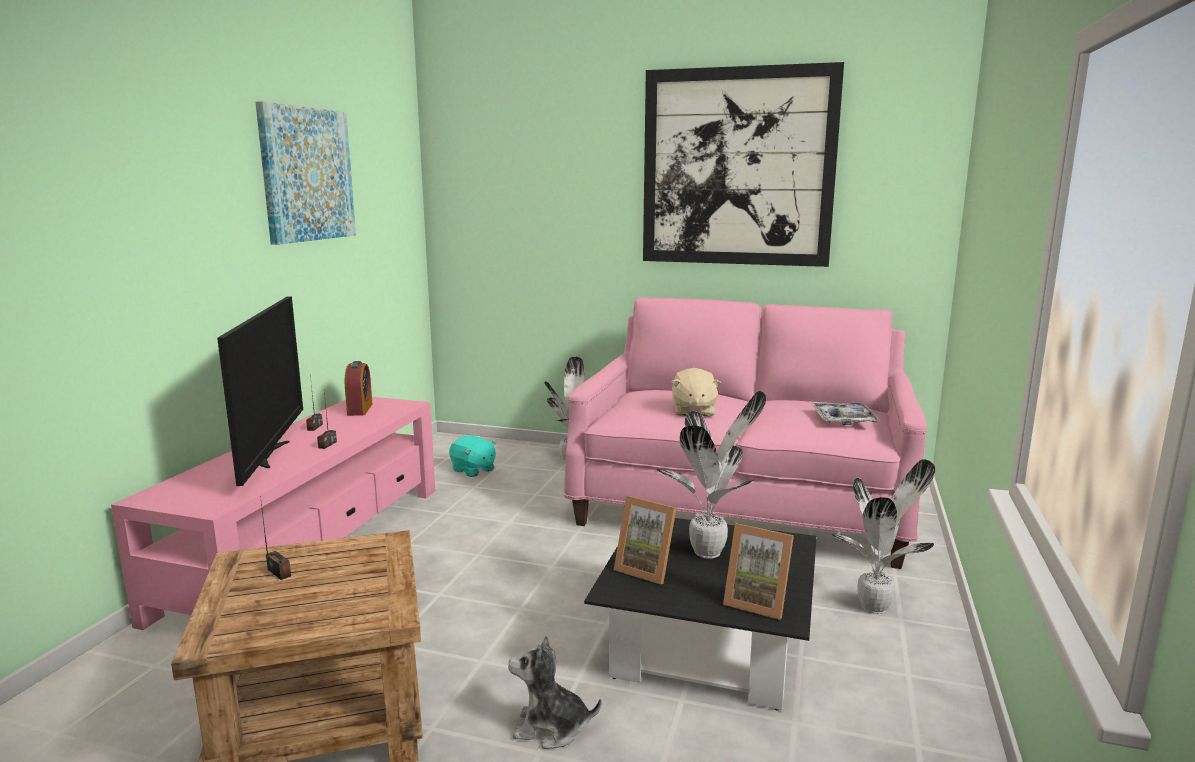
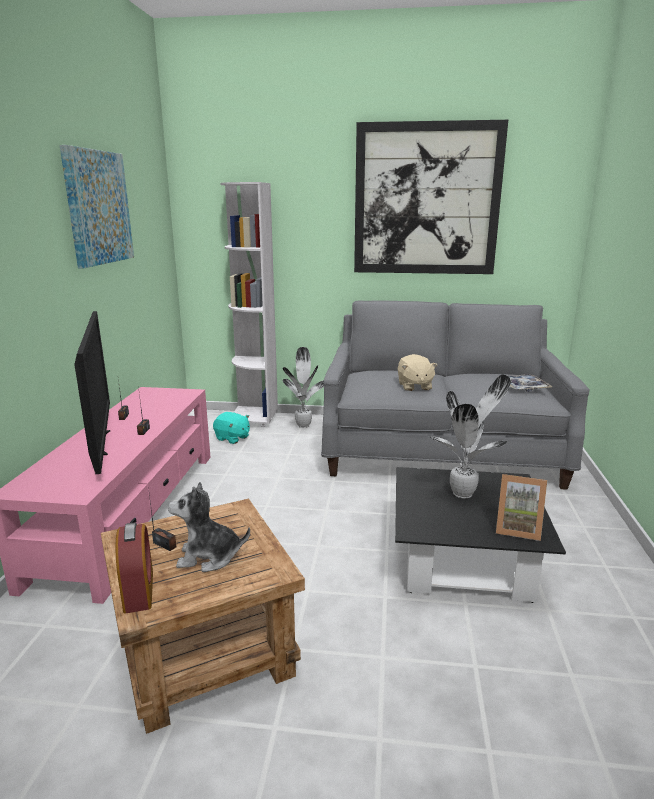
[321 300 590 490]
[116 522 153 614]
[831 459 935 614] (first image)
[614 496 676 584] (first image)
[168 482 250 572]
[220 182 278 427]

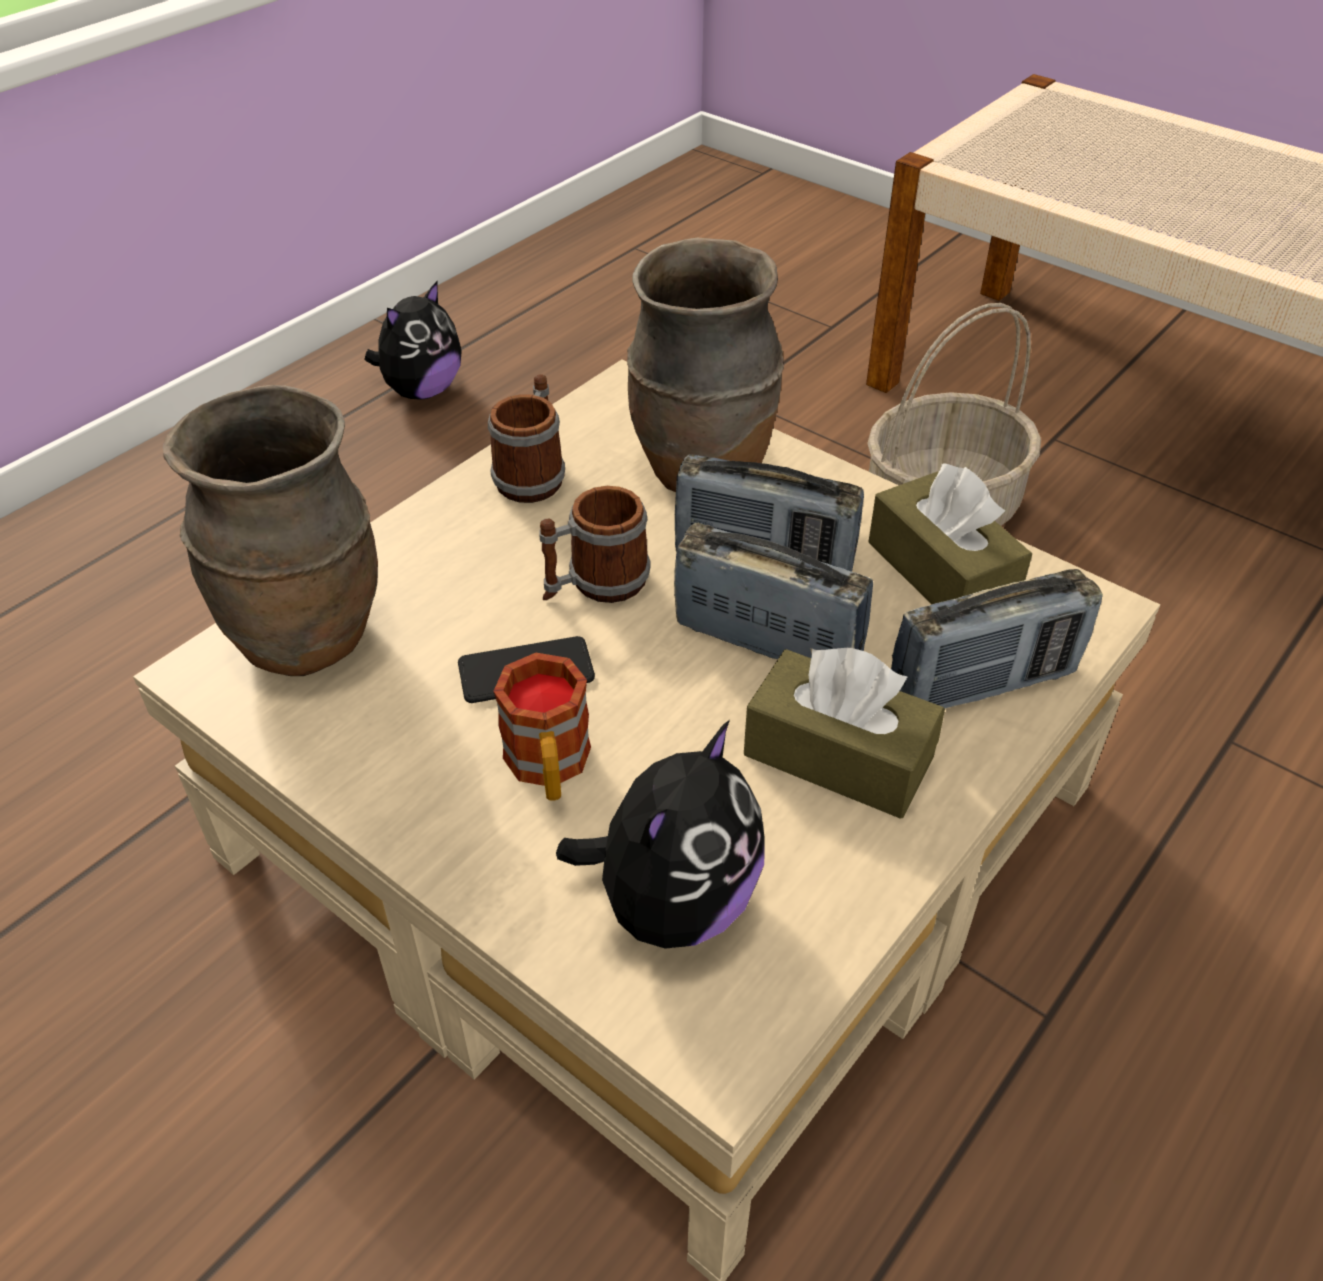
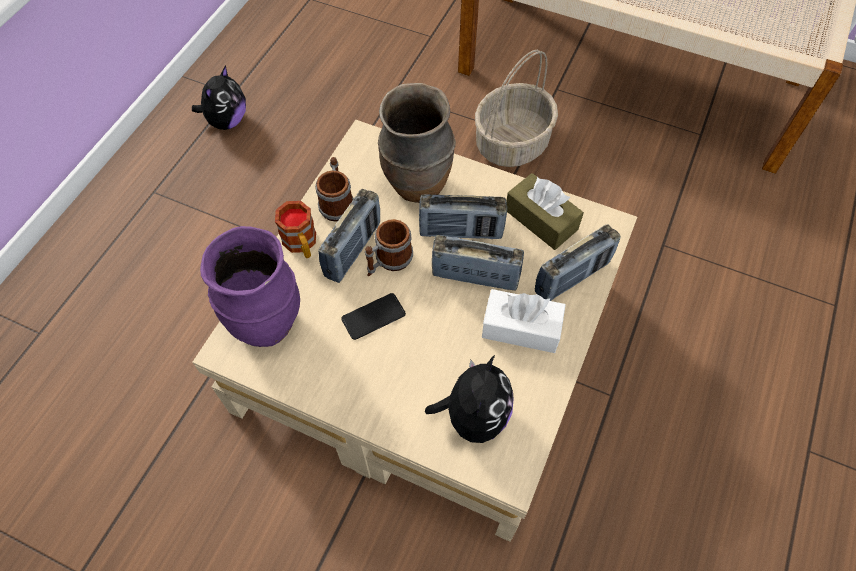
[200 226 300 347]
[482 289 566 353]
[275 201 316 258]
[318 189 380 283]

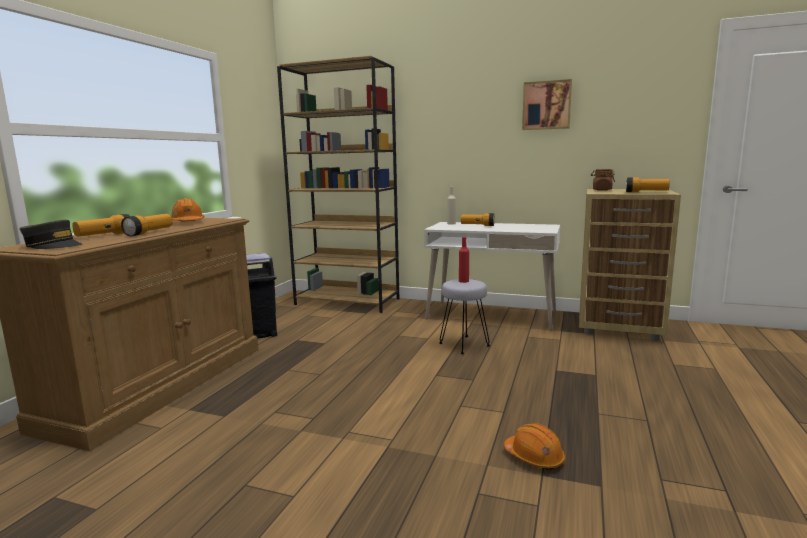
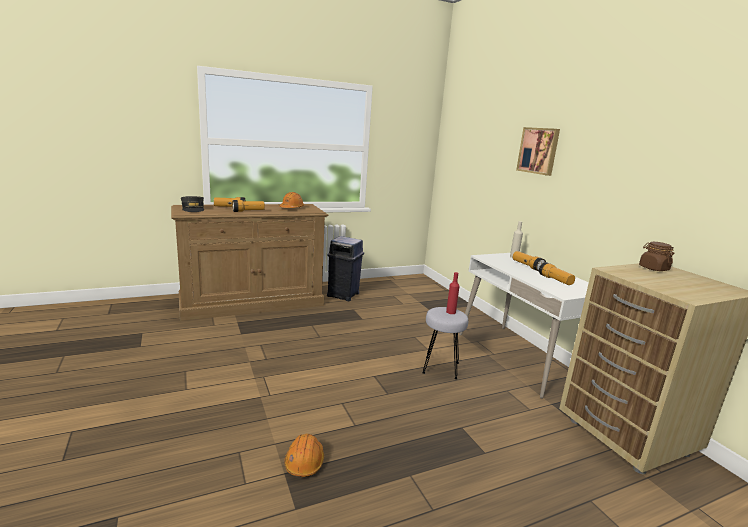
[277 56 399 313] (first image)
[516 127 560 176]
[539 262 575 285]

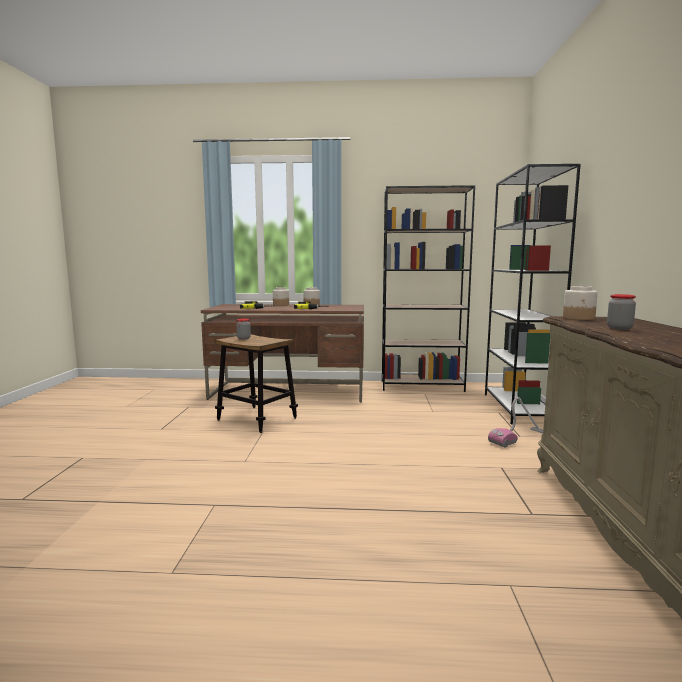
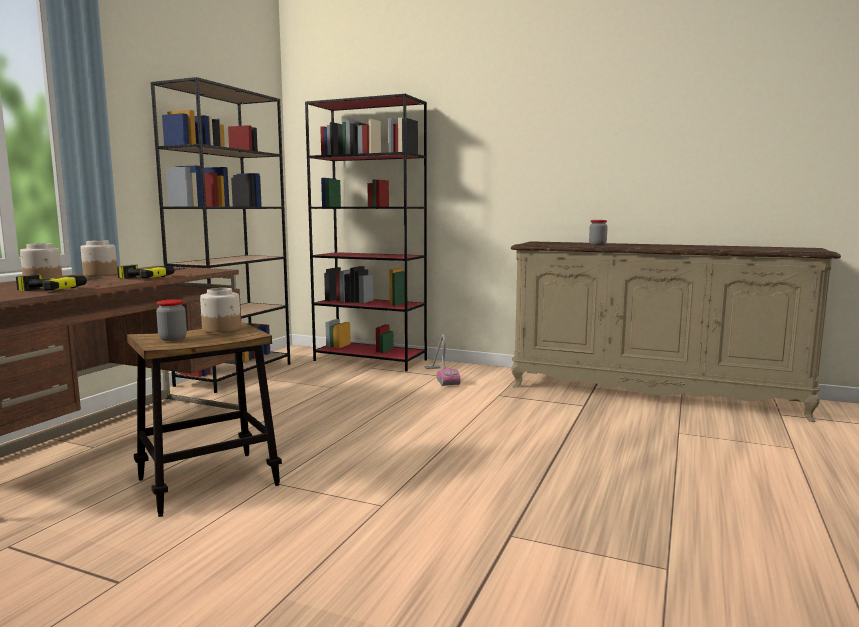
[305 94 427 371]
[200 288 241 333]

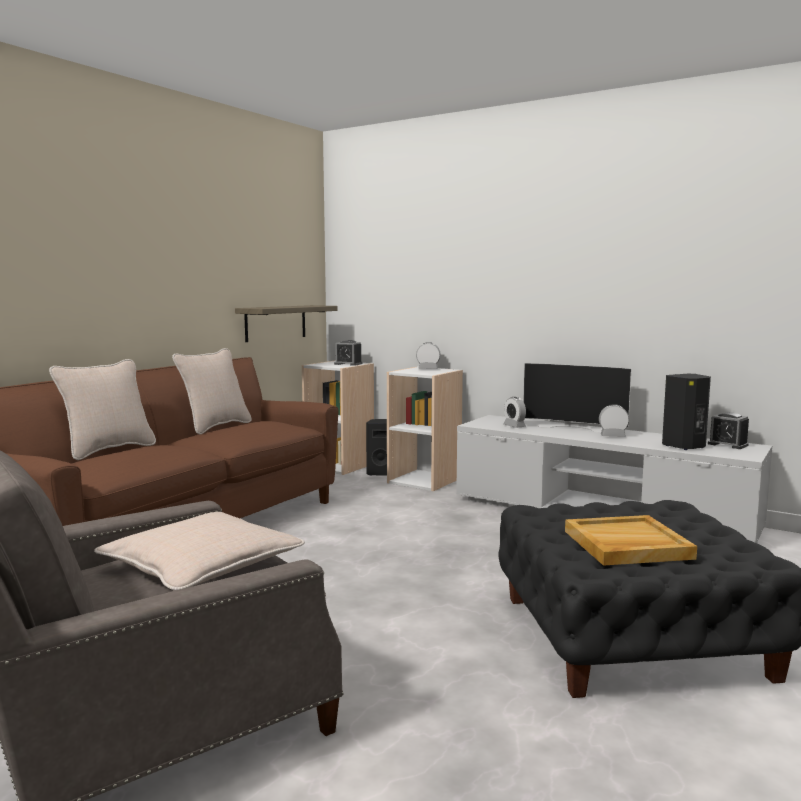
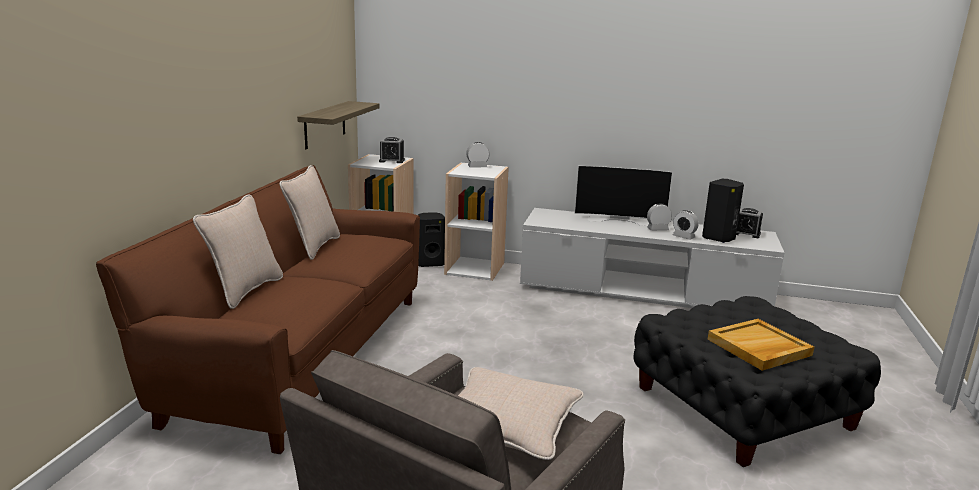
[673 210 699 240]

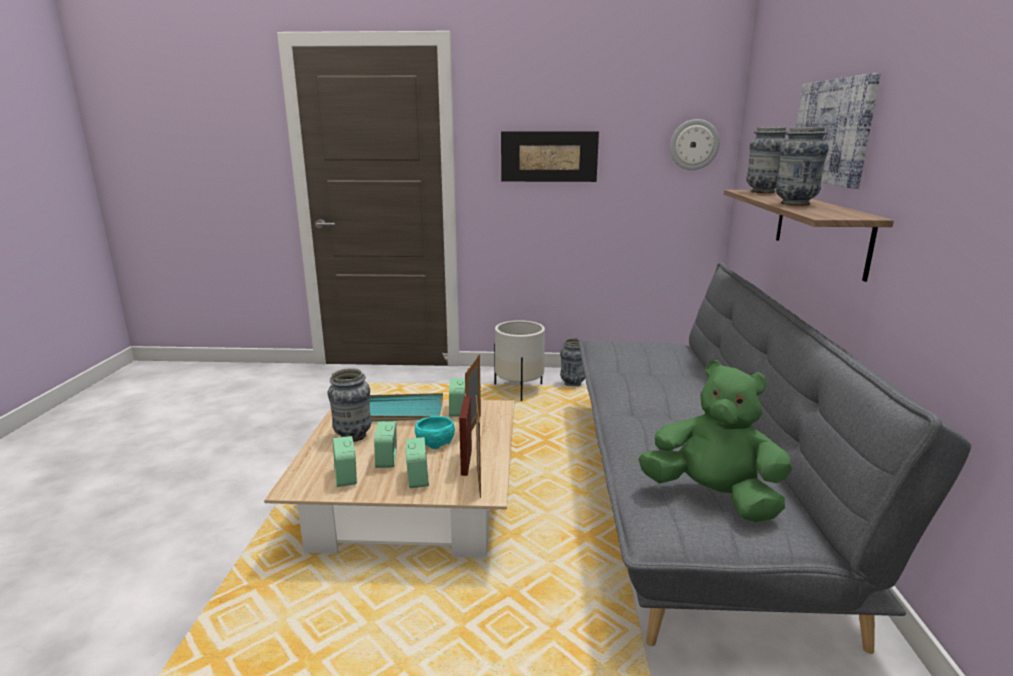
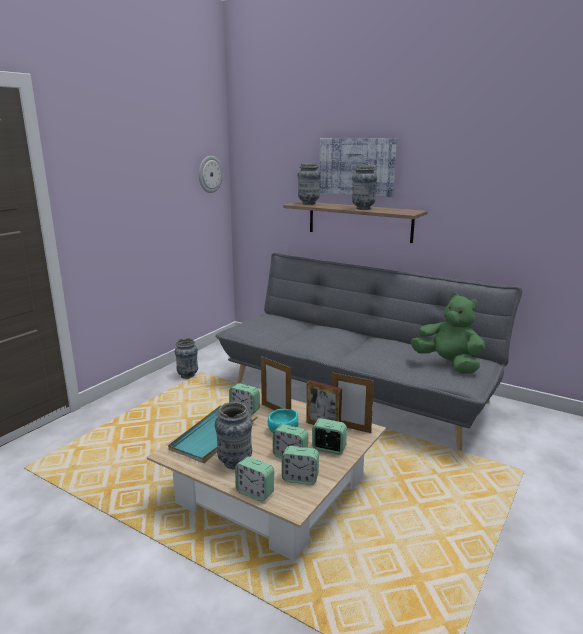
[501 131 599 182] (first image)
[494 320 545 401] (first image)
[411 293 485 374]
[235 457 274 501]

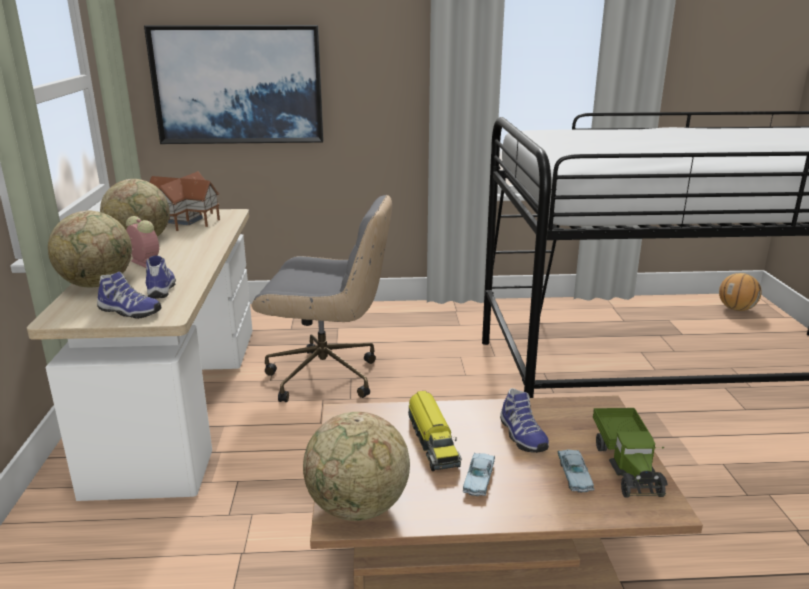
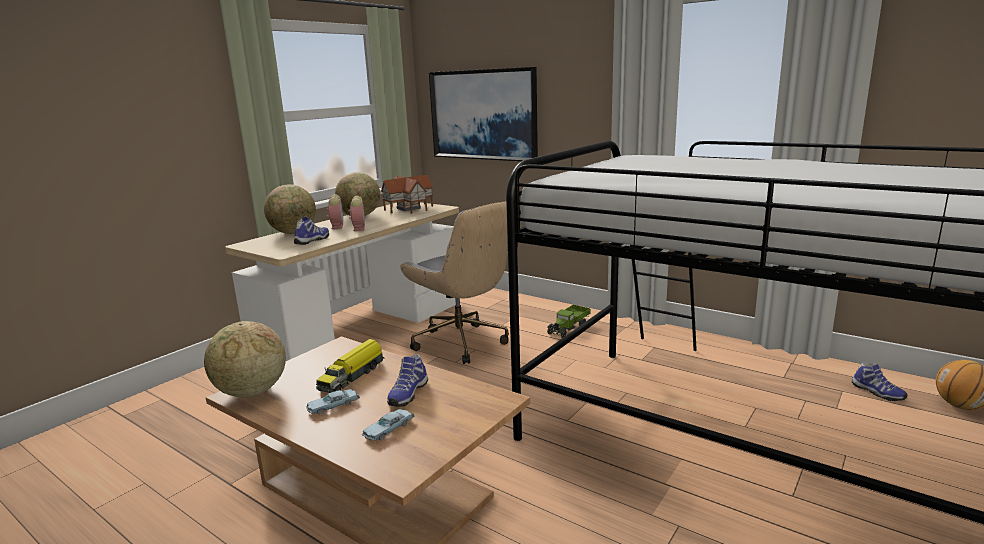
[852 363 907 401]
[547 305 590 338]
[348 196 365 231]

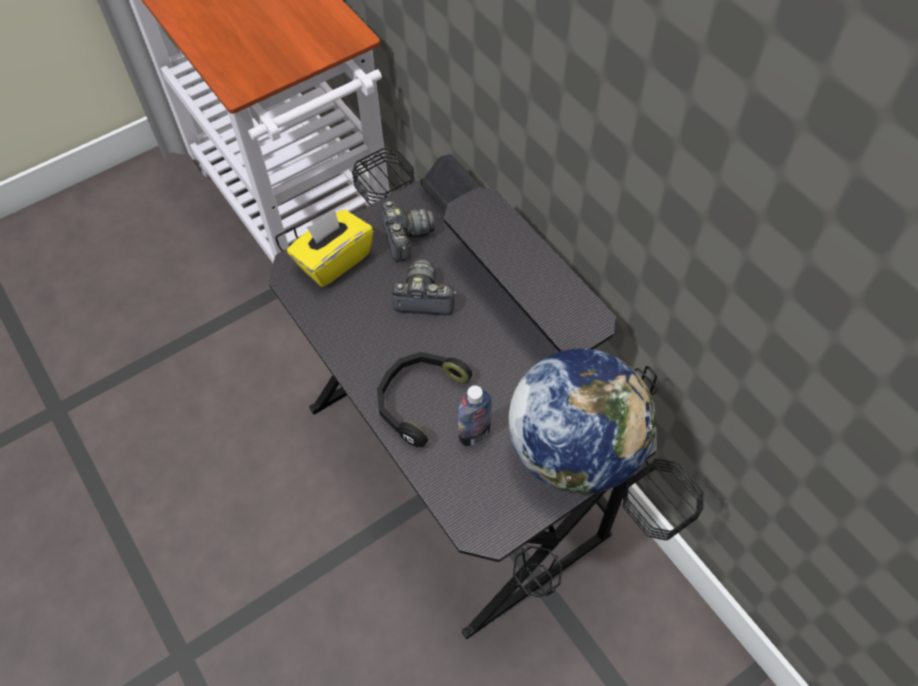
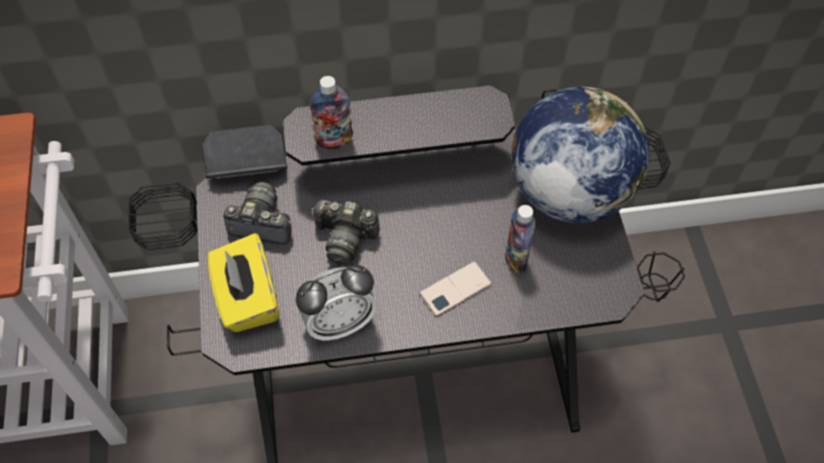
[311 199 380 265]
[419 261 492 316]
[310 76 353 149]
[296 265 377 341]

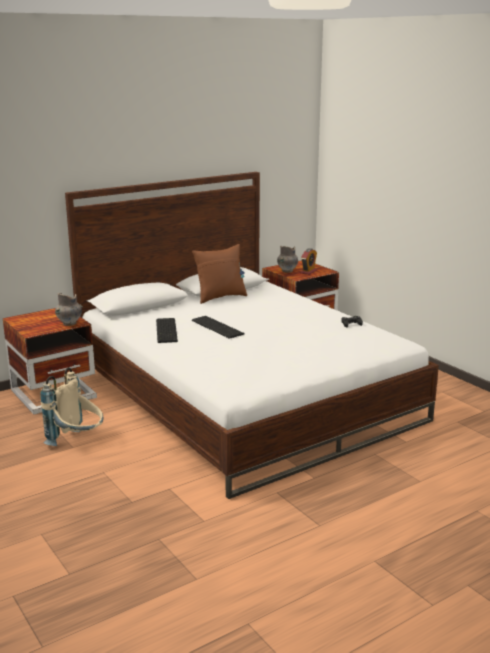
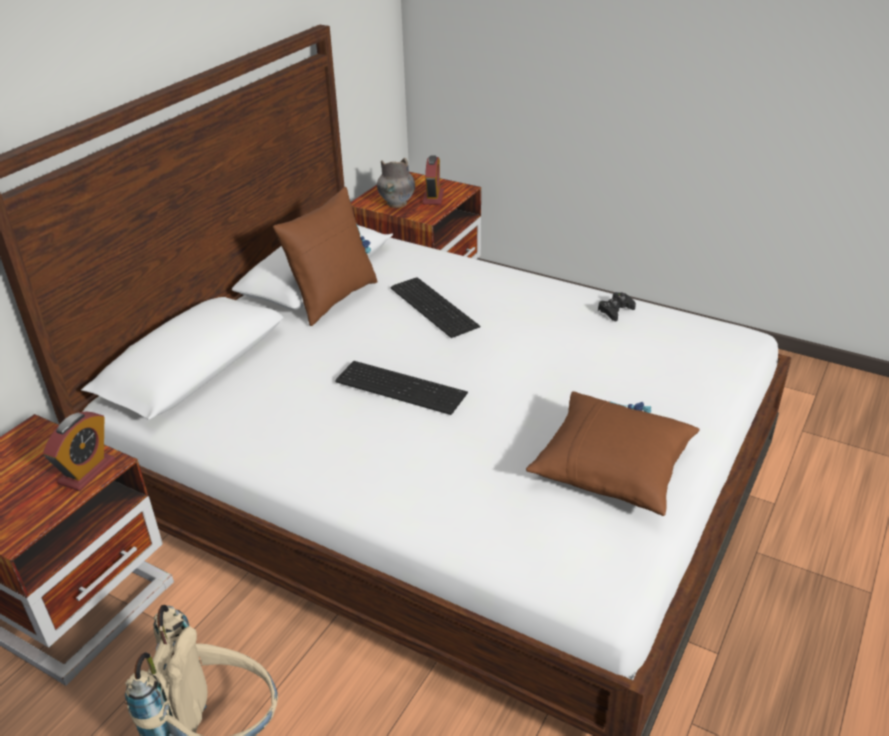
[43 412 115 491]
[391 277 480 338]
[526 391 700 516]

